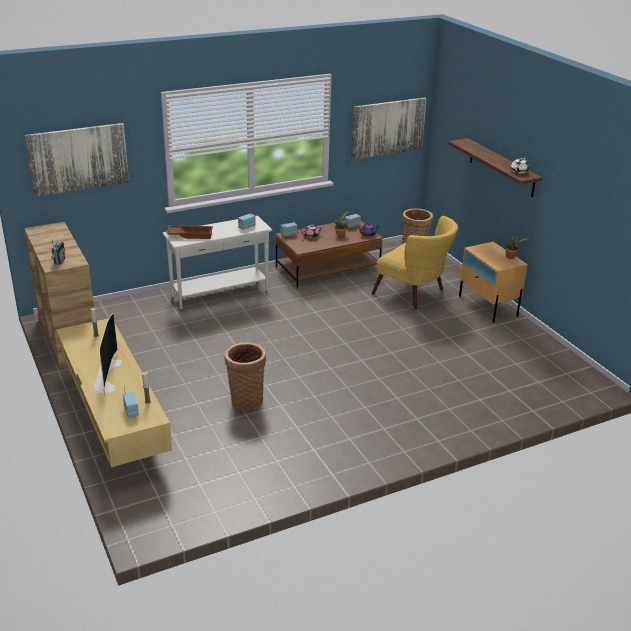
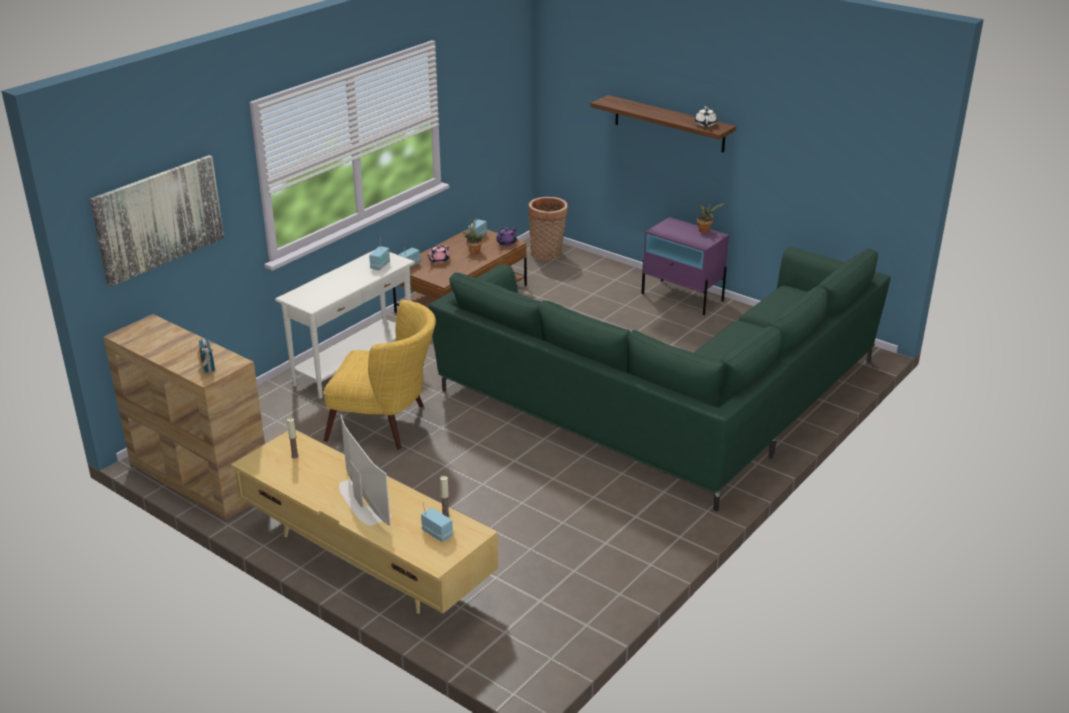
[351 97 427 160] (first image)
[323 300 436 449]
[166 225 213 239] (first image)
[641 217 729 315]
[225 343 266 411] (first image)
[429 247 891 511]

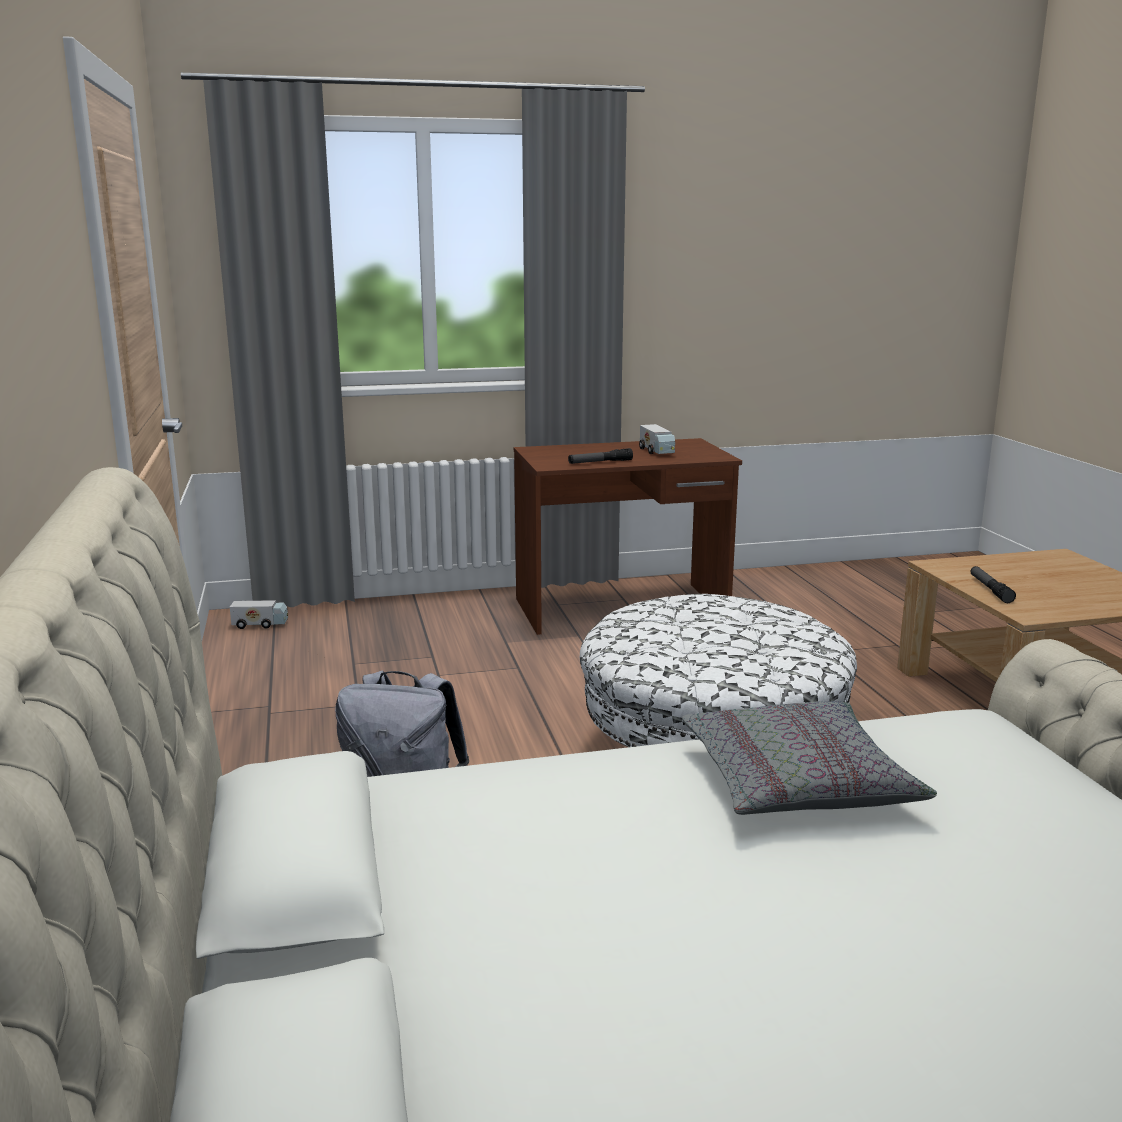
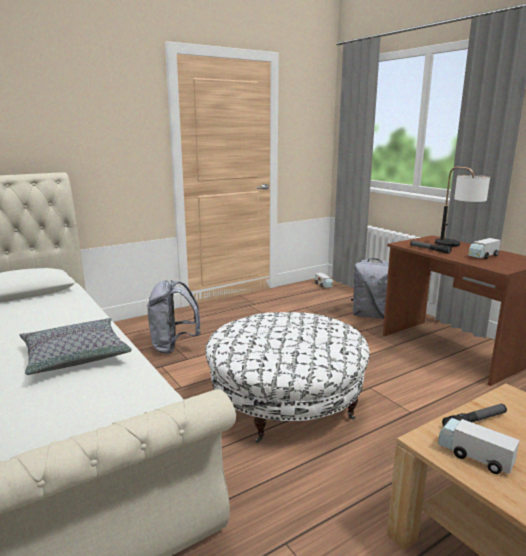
[435 166 490 247]
[351 258 389 319]
[438 418 519 474]

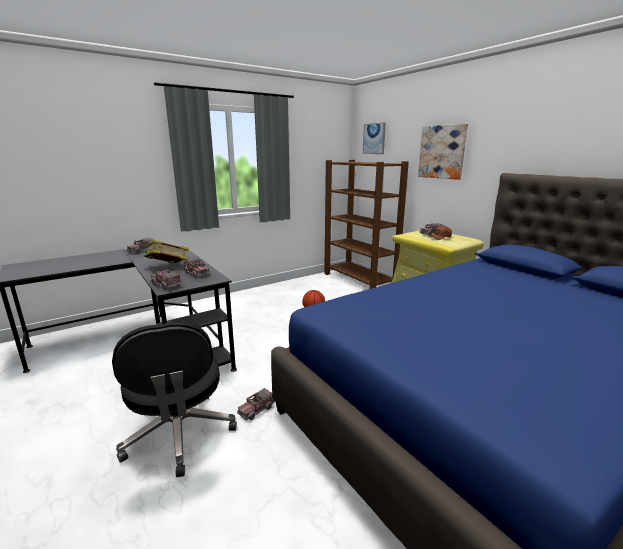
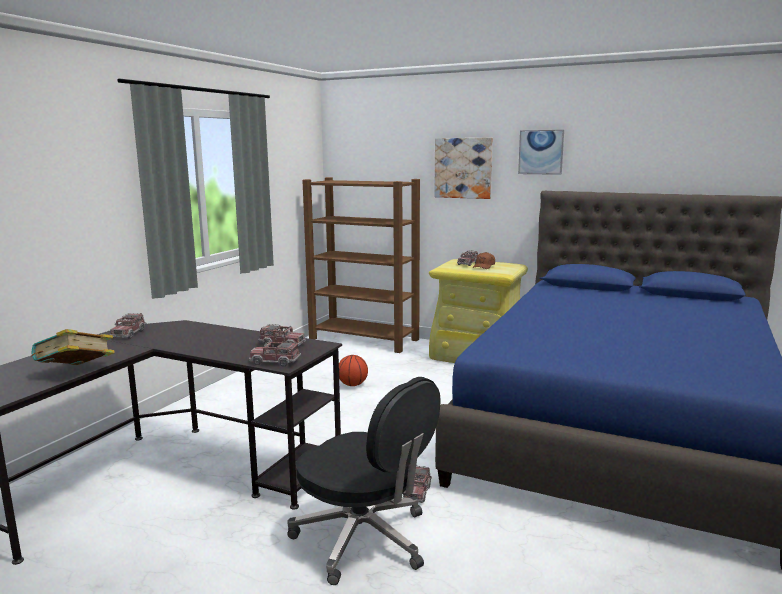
[518 130 564 175]
[31 329 115 365]

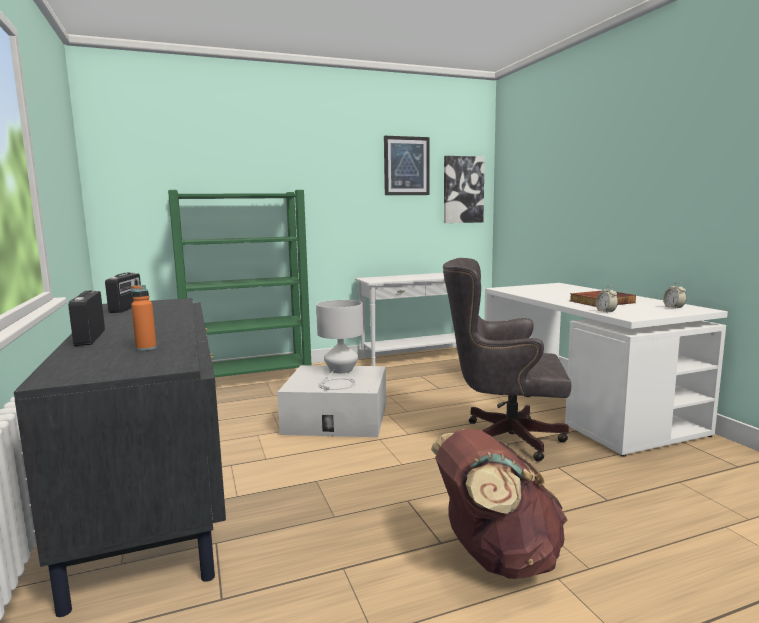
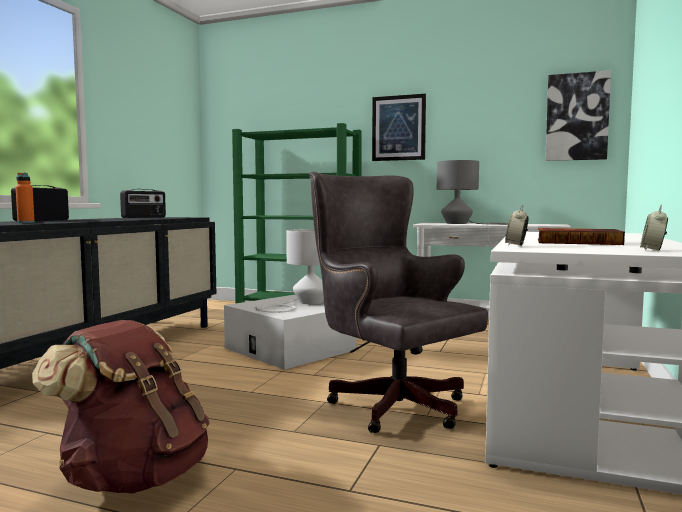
[372 94 426 161]
[437 160 508 225]

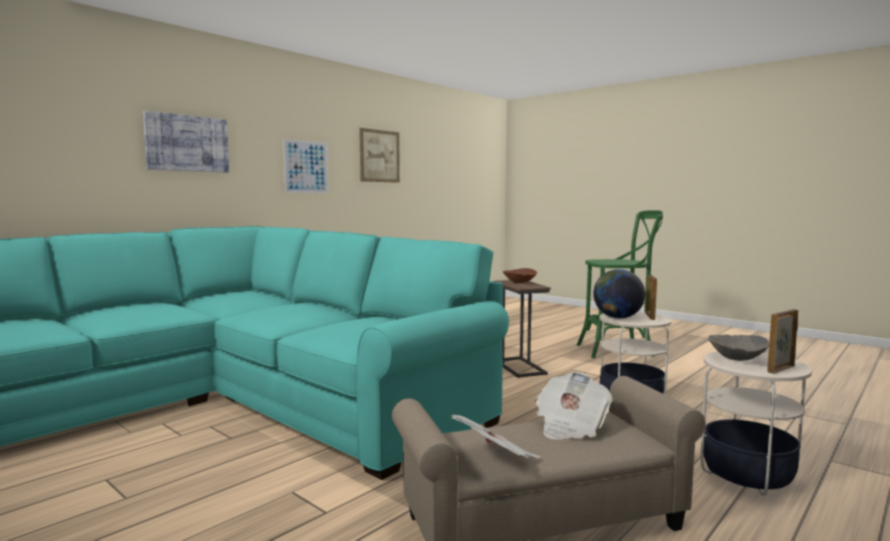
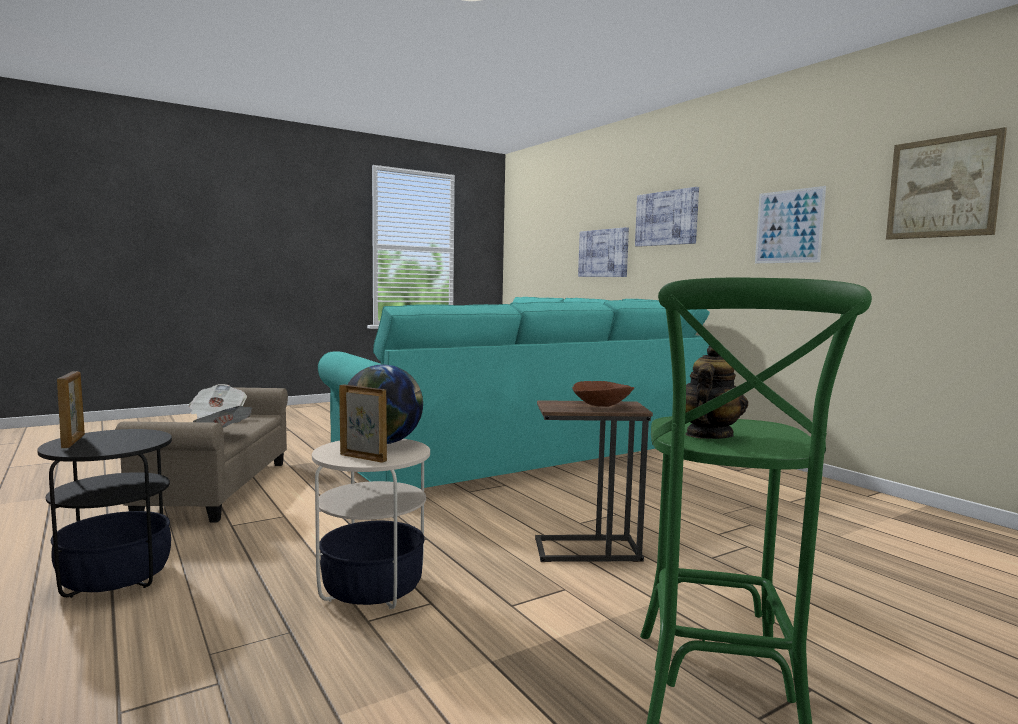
[708 335 769 361] (first image)
[37 429 172 598]
[578 227 629 277]
[685 346 748 439]

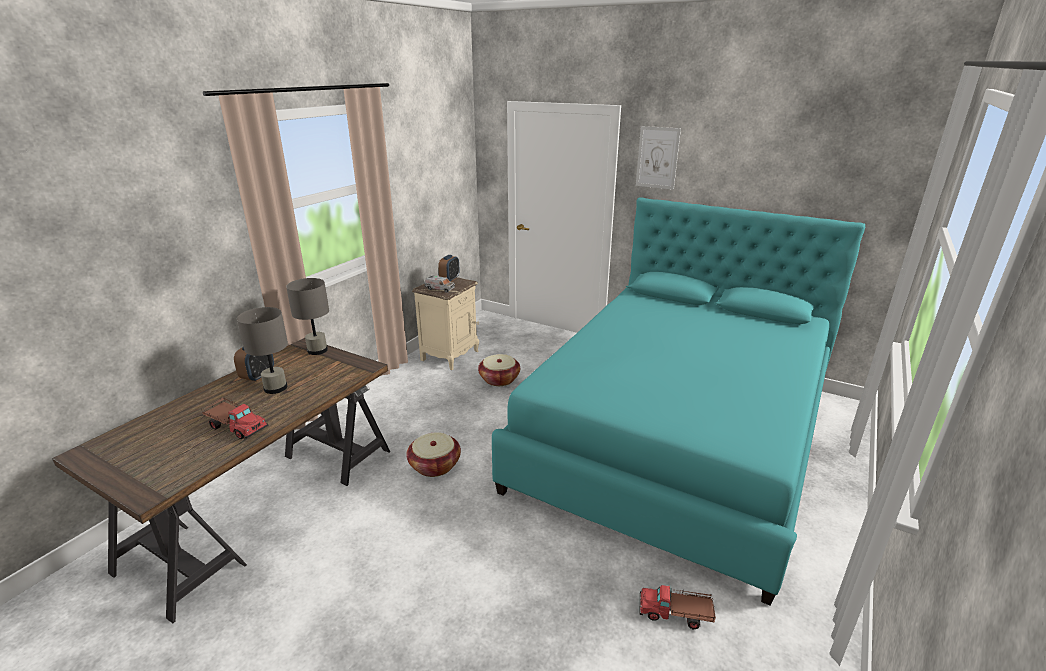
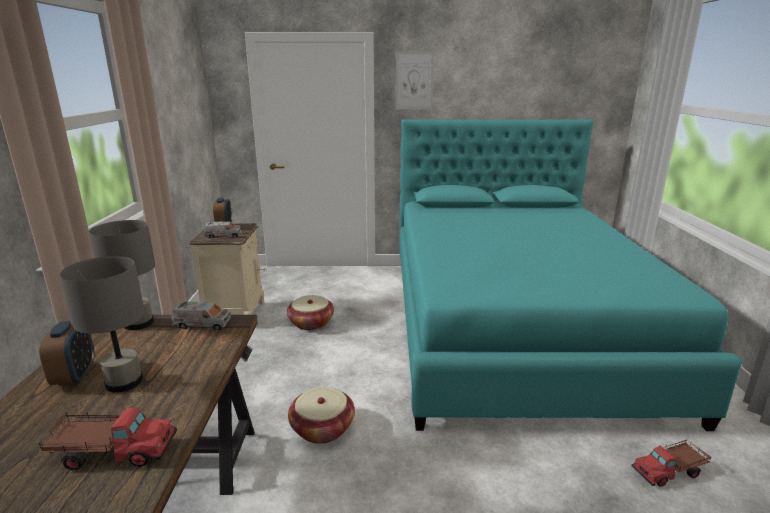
[171 301 231 331]

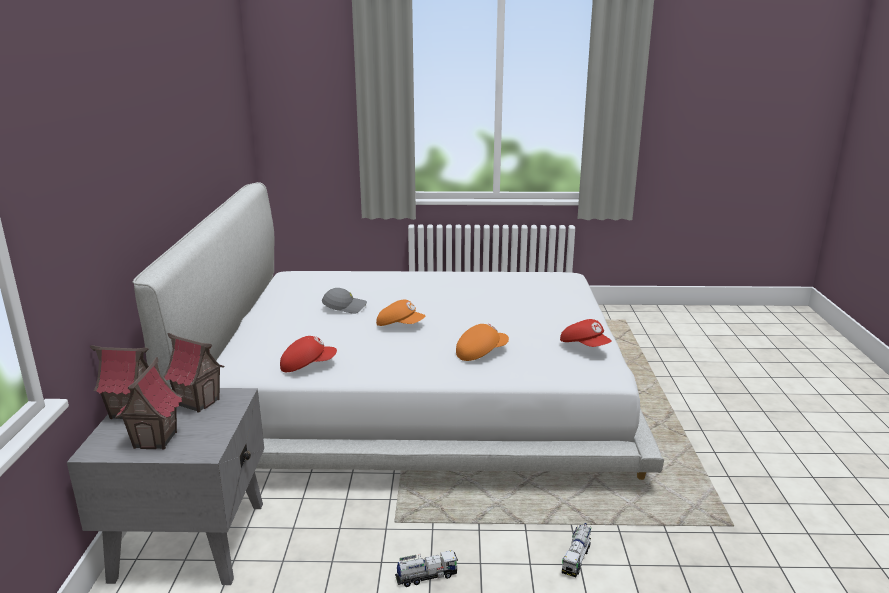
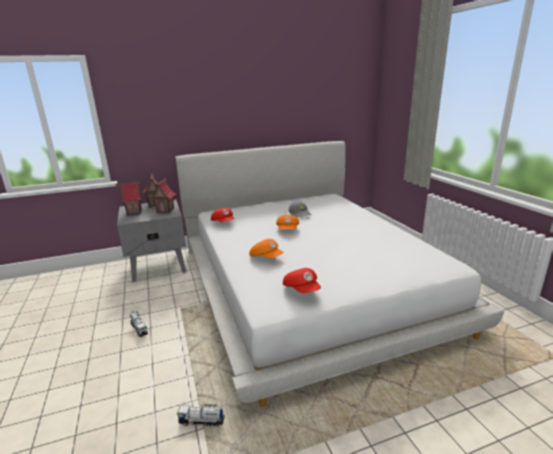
[283 268 321 293]
[177 404 225 426]

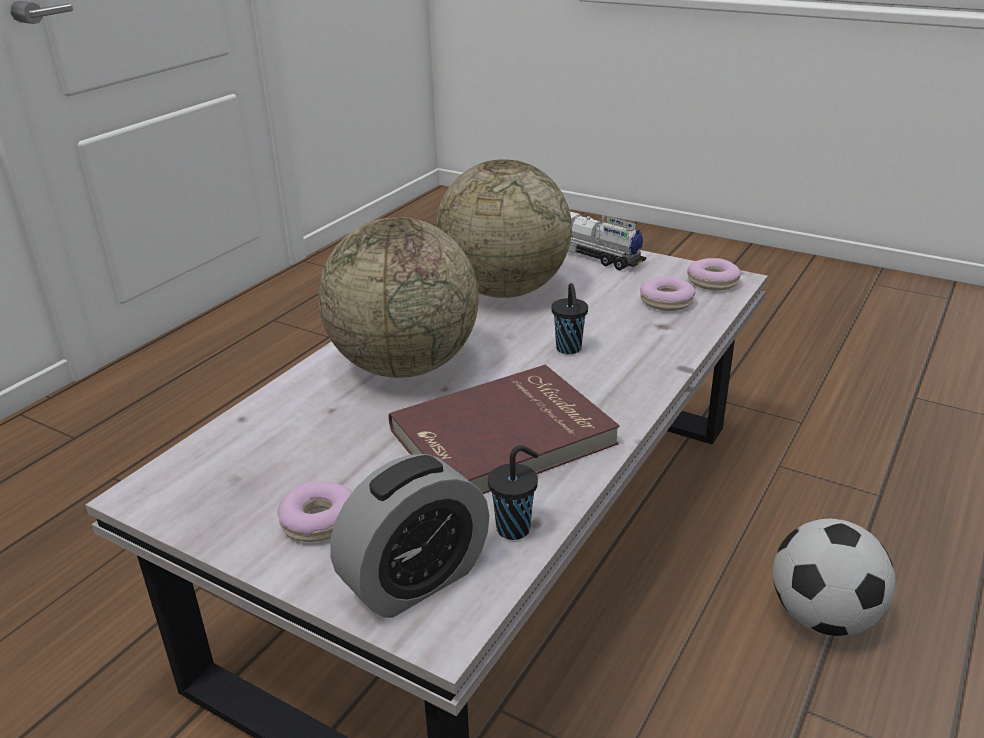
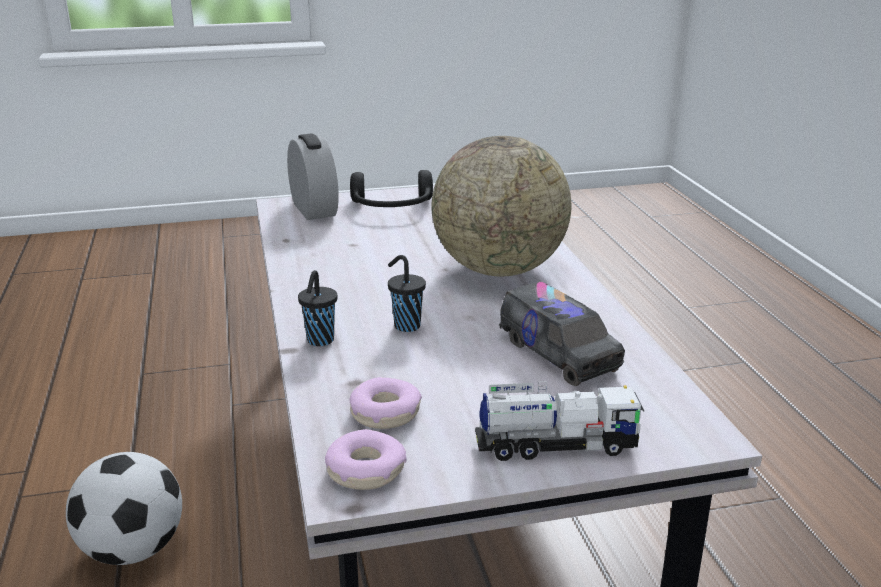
[499 282 625 386]
[389 365 620 494] (first image)
[298 270 337 346]
[287 133 339 220]
[350 170 433 207]

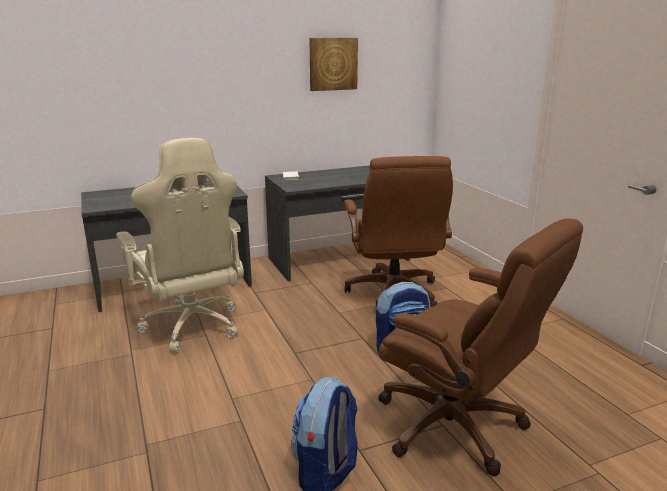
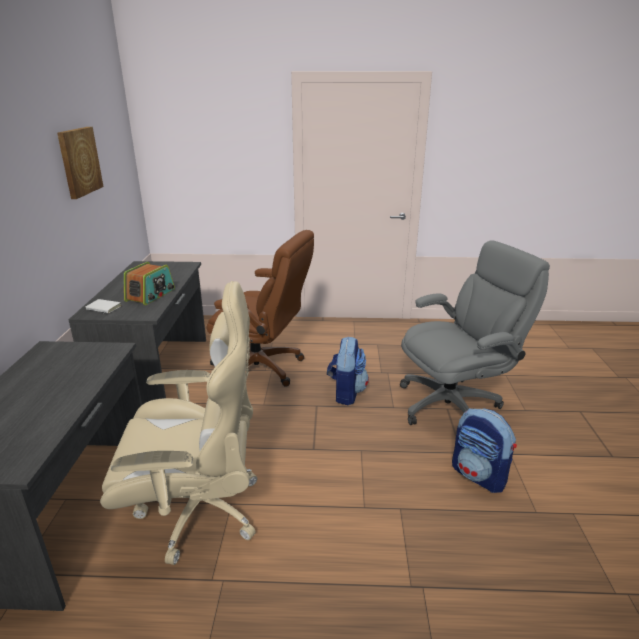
[400 240 550 425]
[124 262 175 305]

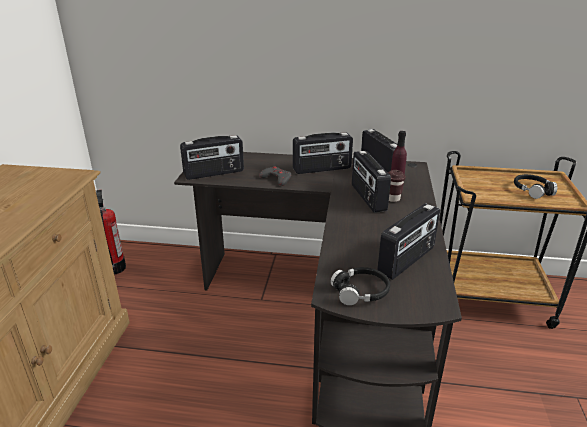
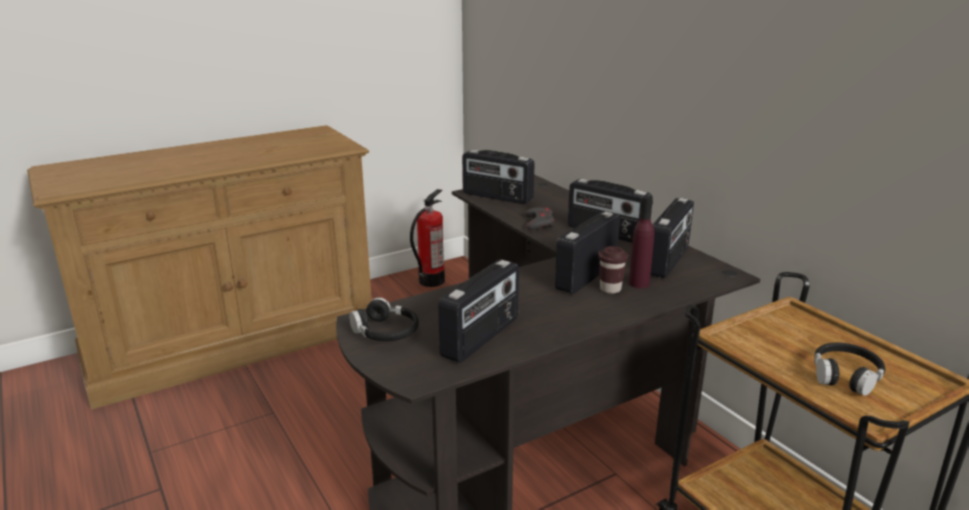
[438 260 519 363]

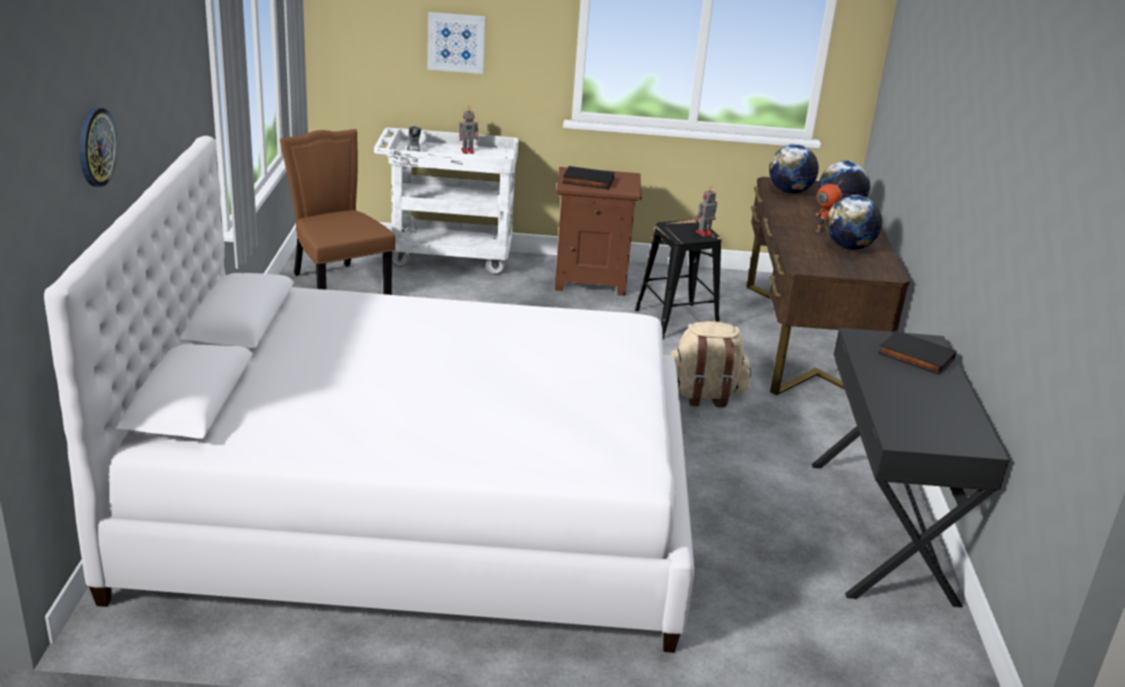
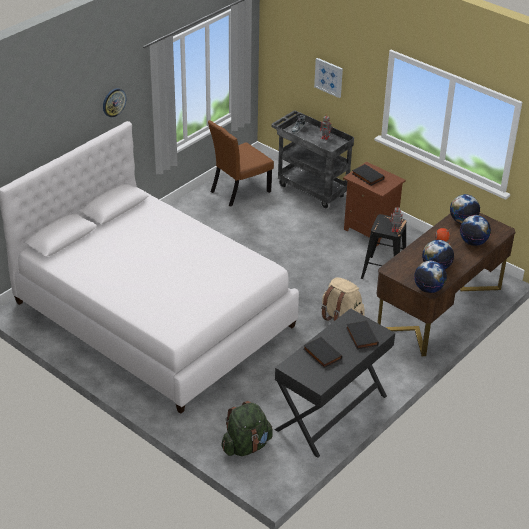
[103 88 126 117]
[271 110 354 209]
[208 120 274 207]
[414 261 447 293]
[303 337 342 368]
[221 401 273 456]

